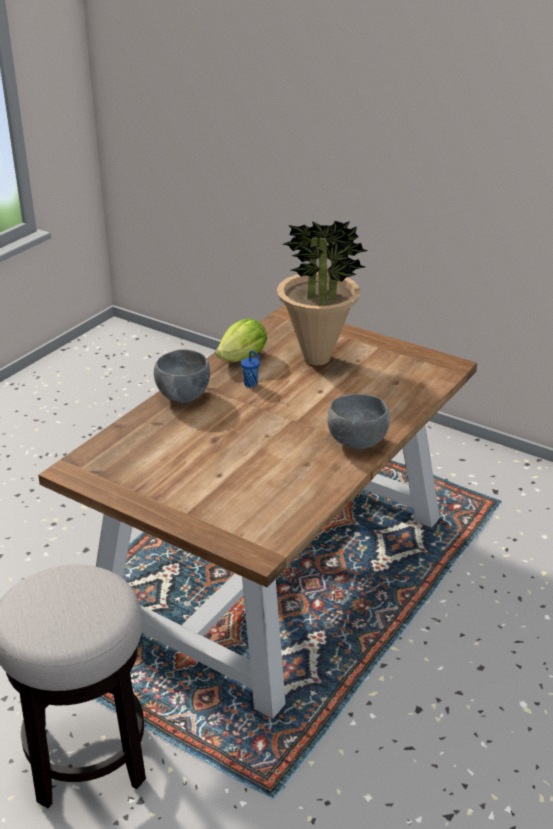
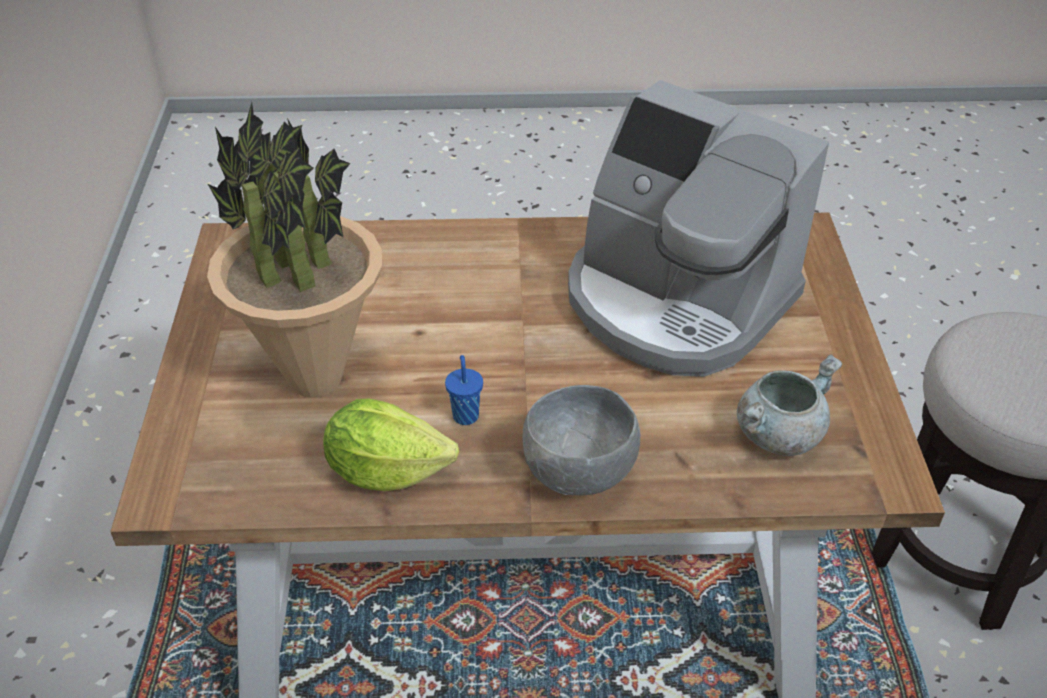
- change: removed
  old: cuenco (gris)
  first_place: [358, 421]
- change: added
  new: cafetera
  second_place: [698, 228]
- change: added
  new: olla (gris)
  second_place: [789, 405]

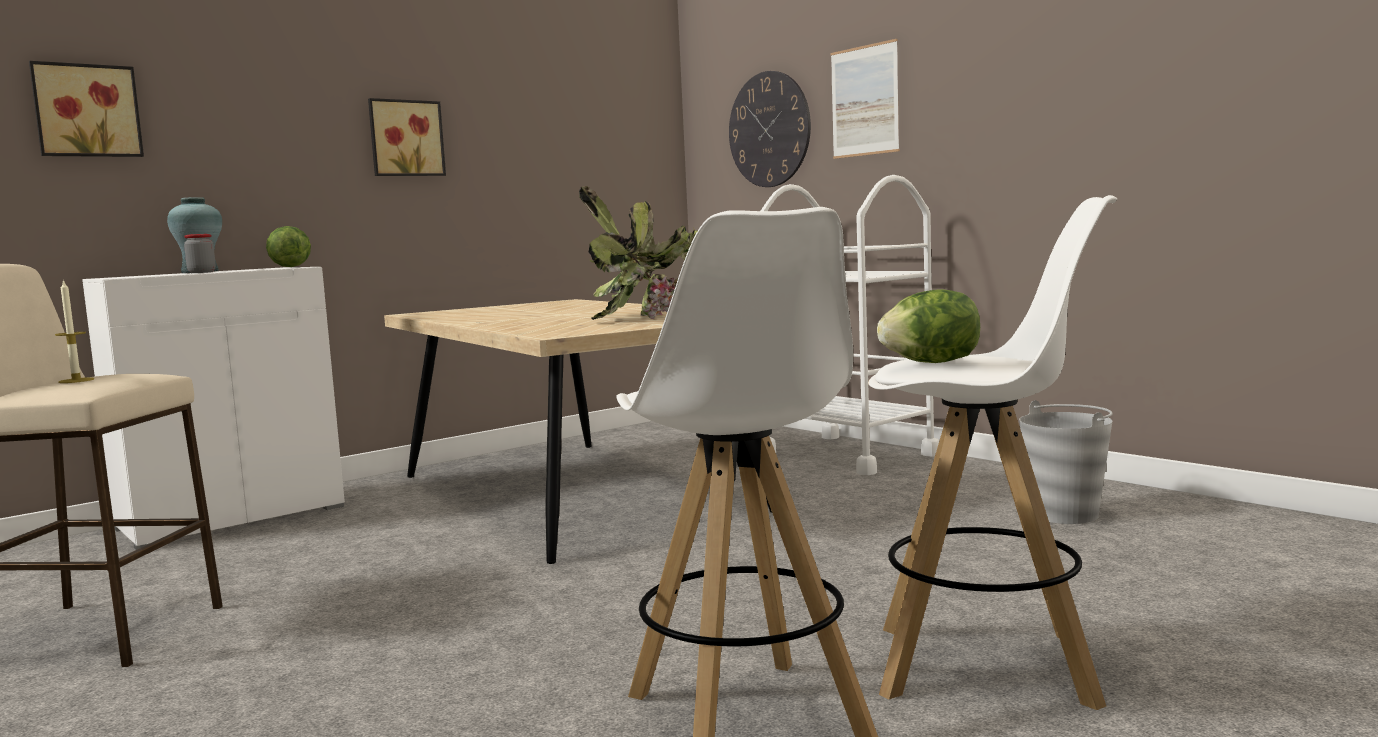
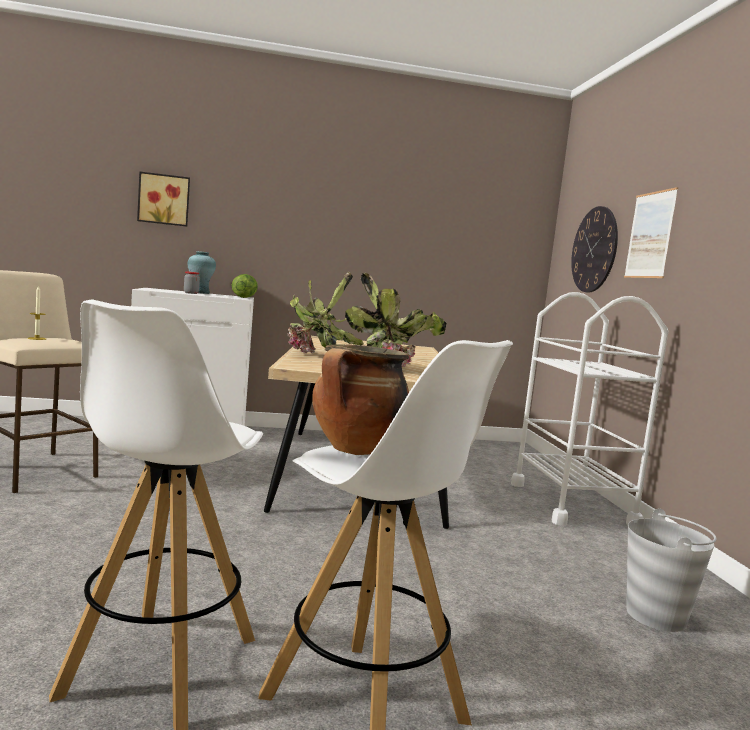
- change: removed
  old: cuadro
  first_place: [407, 137]
- change: replaced
  old: lechuga
  new: olla
  first_place: [928, 326]
  second_place: [361, 399]
- change: added
  new: planta en maceta
  second_place: [325, 312]

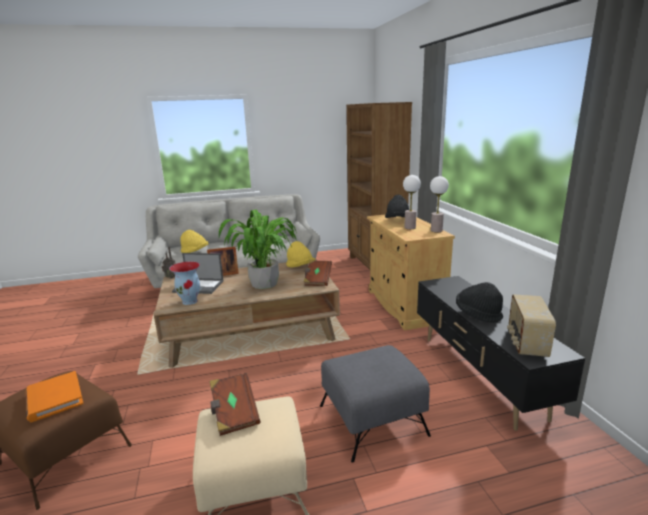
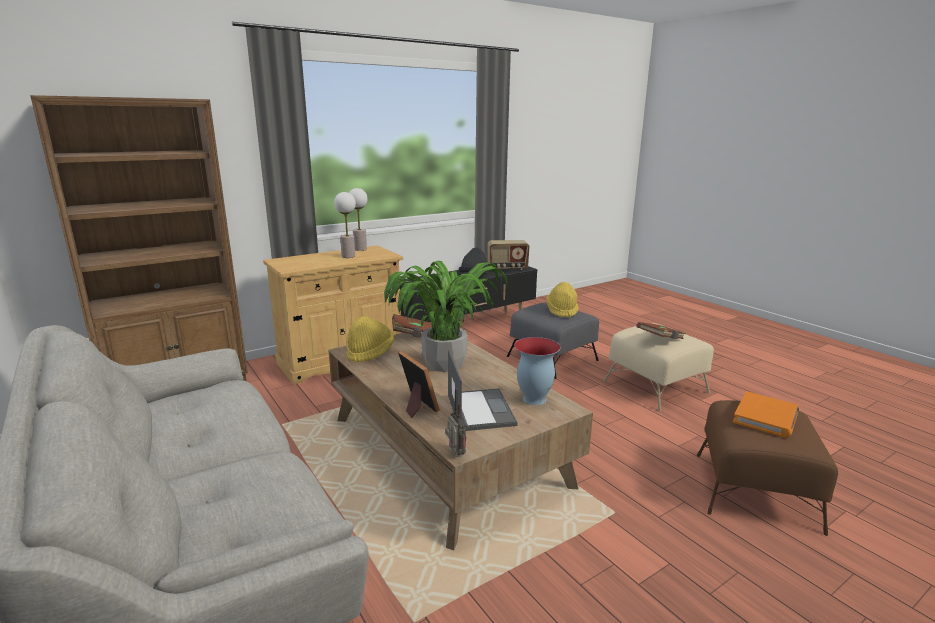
- change: removed
  old: sombrero (negro)
  first_place: [397, 206]
- change: moved
  old: sombrero (amarillo)
  first_place: [194, 241]
  second_place: [562, 299]

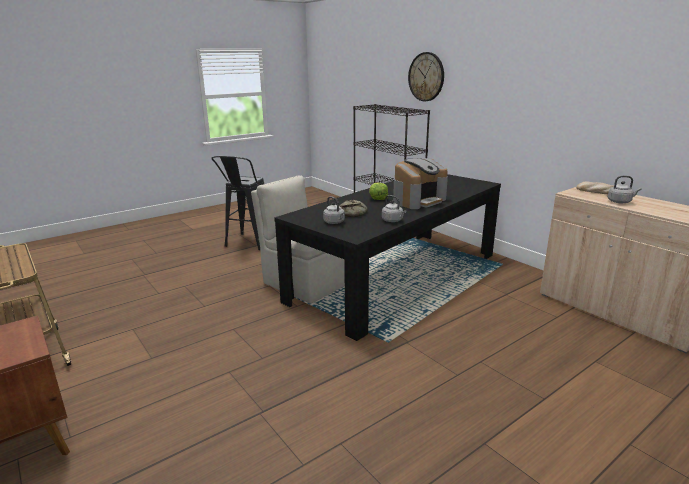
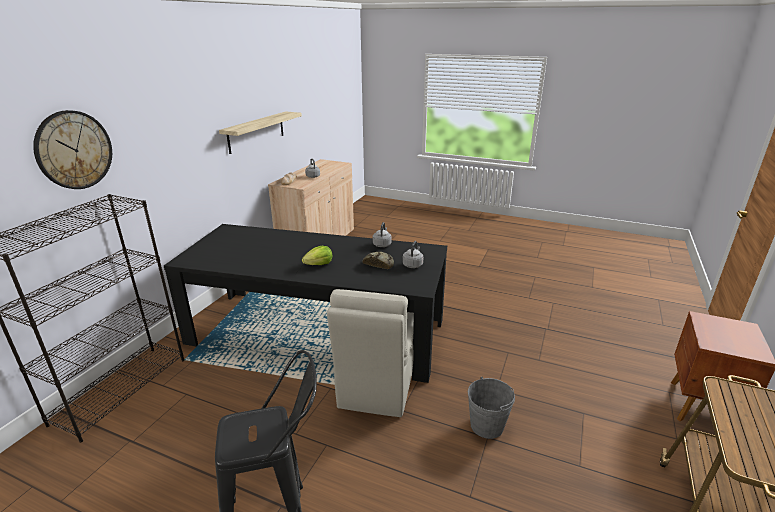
- change: removed
  old: cafetera
  first_place: [420, 183]
- change: added
  new: estante
  second_place: [260, 132]
- change: added
  new: cubo (gris)
  second_place: [491, 408]

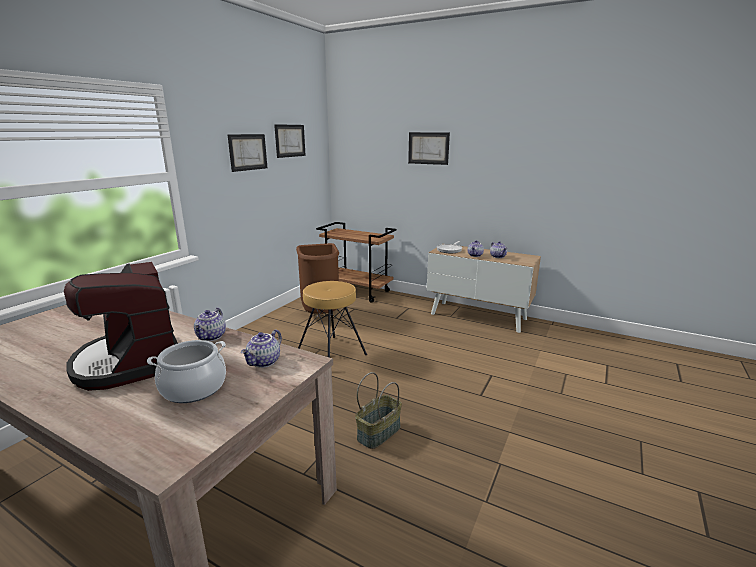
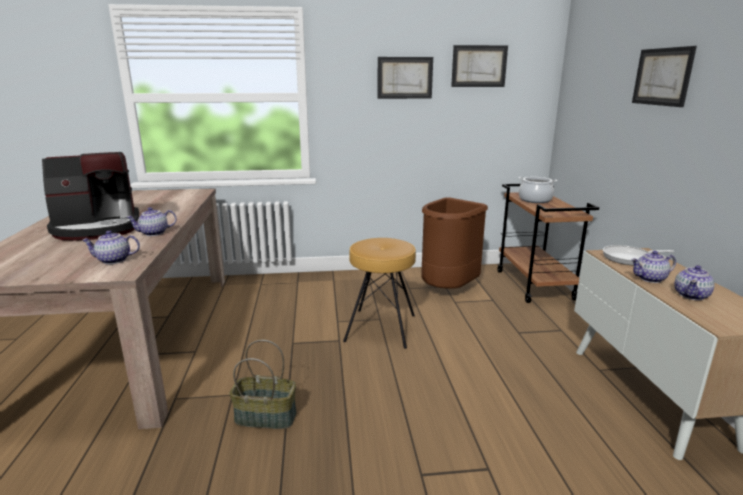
- change: turned
  old: cafetera
  first_place: [121, 326]
  second_place: [90, 196]
  degrees: -135
- change: moved
  old: olla
  first_place: [186, 371]
  second_place: [538, 190]

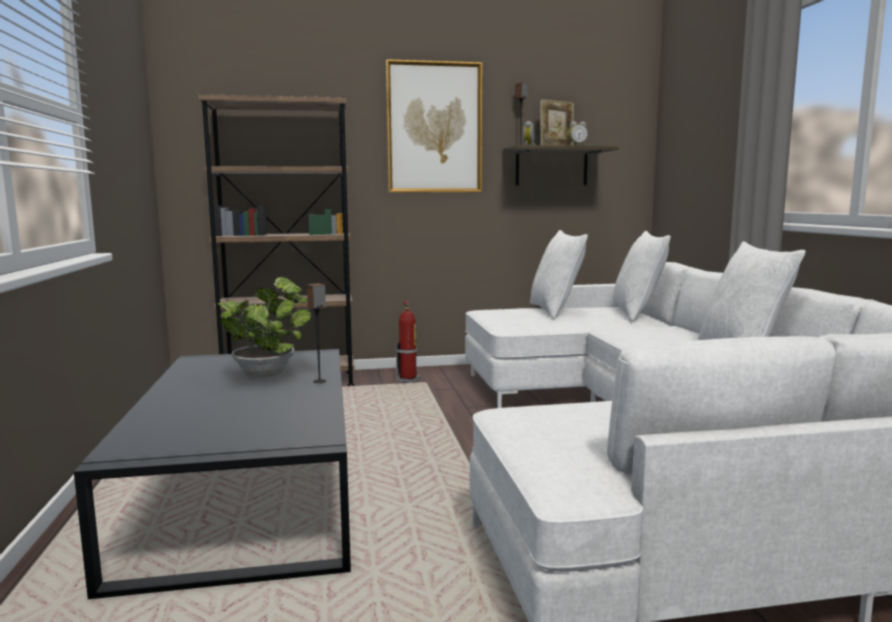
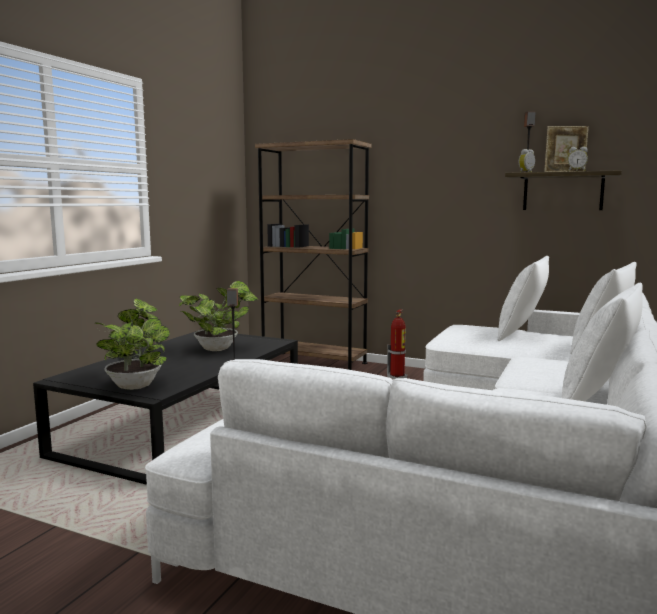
- change: removed
  old: cuadro
  first_place: [434, 126]
- change: added
  new: planta en maceta
  second_place: [132, 344]

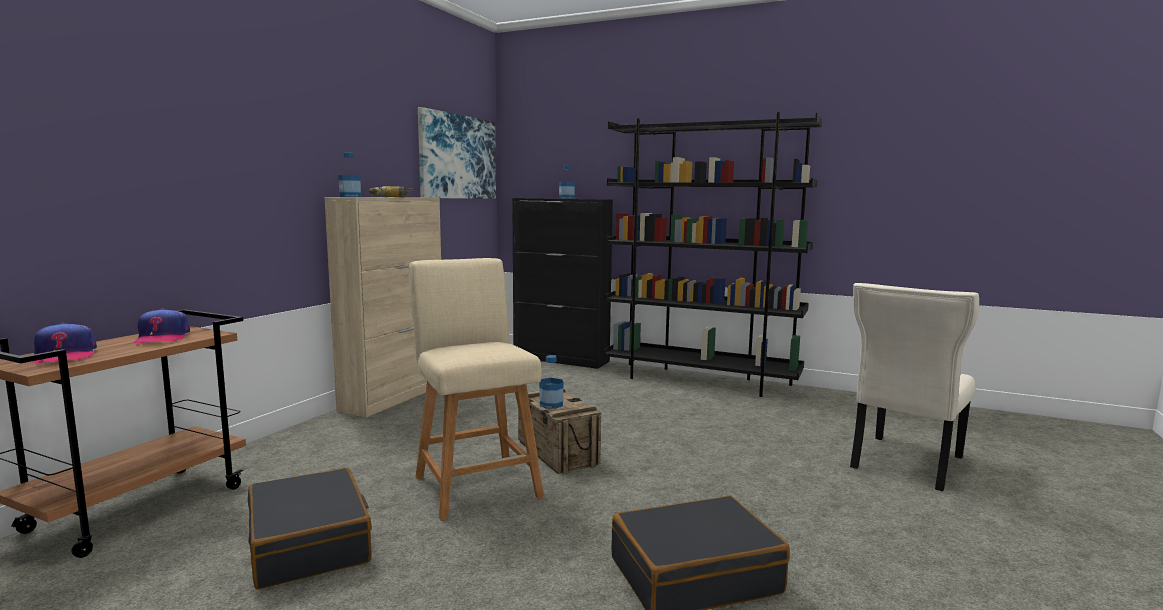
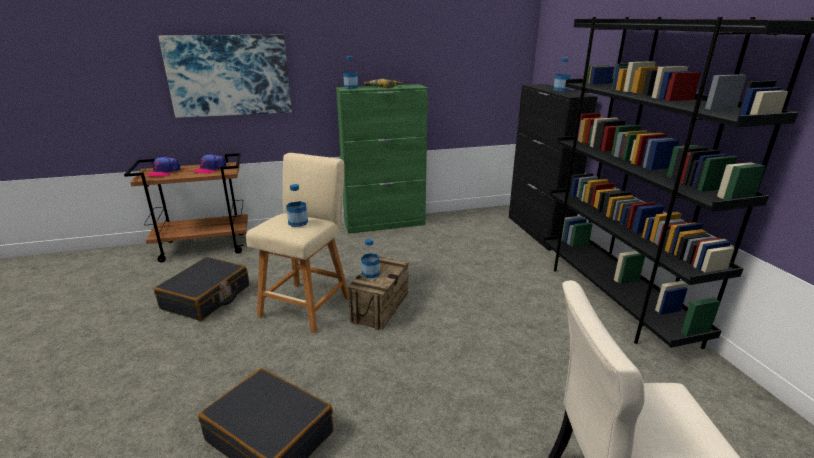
- change: moved
  old: cuadro
  first_place: [457, 152]
  second_place: [225, 76]
- change: recoloured
  old: armario (beis)
  new: armario (verde)
  first_place: [382, 307]
  second_place: [382, 159]
- change: added
  new: botella
  second_place: [297, 205]

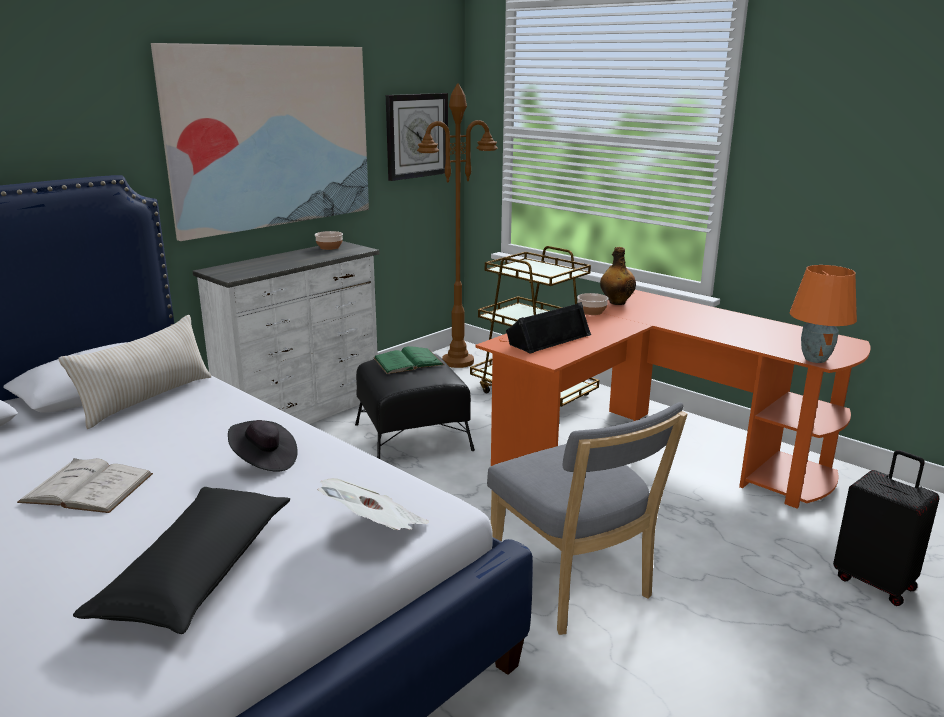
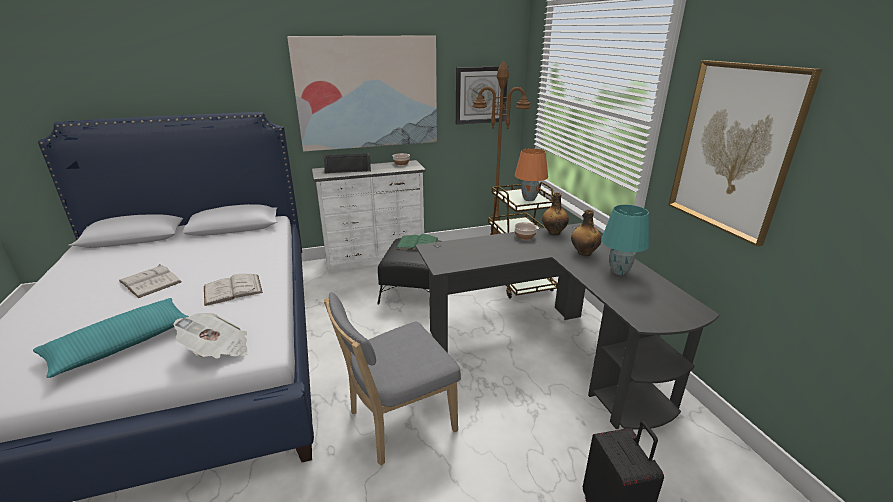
- change: moved
  old: lámpara de mesa (naranja)
  first_place: [823, 314]
  second_place: [531, 174]
- change: recoloured
  old: escritorio (naranja)
  new: escritorio (negro)
  first_place: [673, 399]
  second_place: [567, 326]
- change: moved
  old: altavoz (negro)
  first_place: [548, 328]
  second_place: [347, 163]
- change: removed
  old: cojín (beis)
  first_place: [134, 372]
- change: turned
  old: silla (gris)
  first_place: [587, 518]
  second_place: [392, 379]
  degrees: 60
- change: replaced
  old: sombrero (negro)
  new: libro (blanco)
  first_place: [263, 446]
  second_place: [233, 290]
- change: recoloured
  old: cojín (negro)
  new: cojín (turquesa)
  first_place: [182, 560]
  second_place: [111, 338]
- change: added
  new: cuadro
  second_place: [745, 153]
- change: added
  new: lámpara de mesa (turquesa)
  second_place: [625, 240]
- change: added
  new: botella
  second_place: [586, 232]

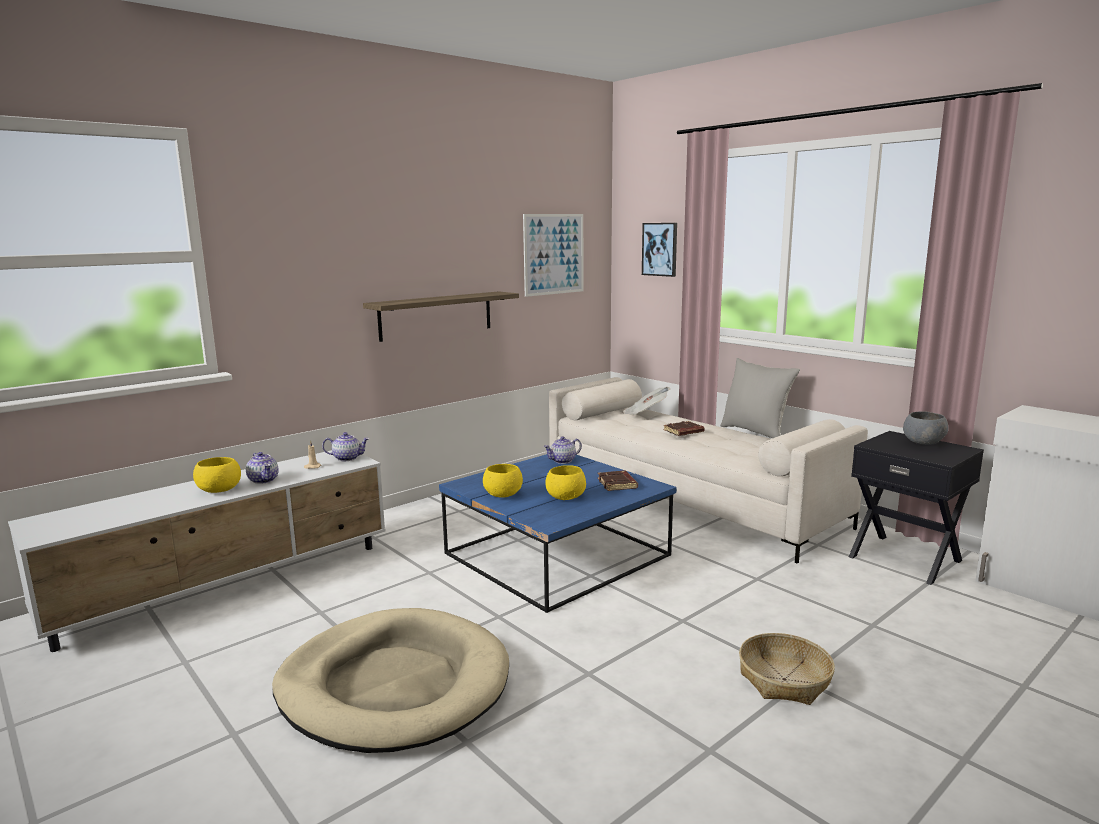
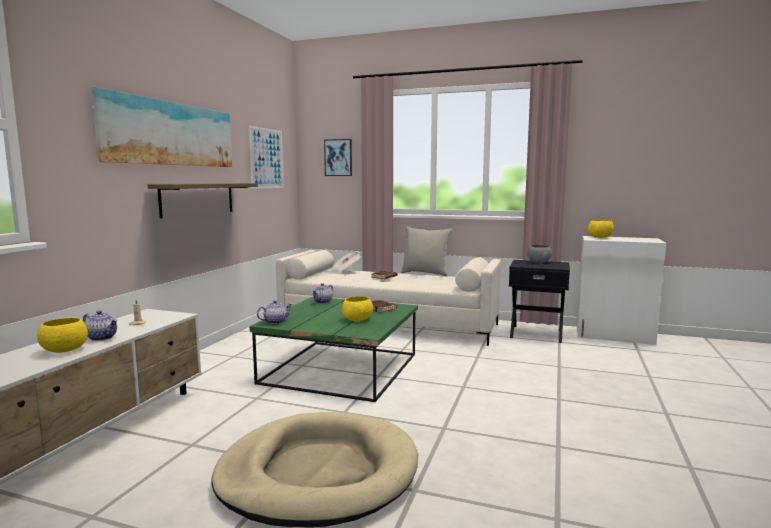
- change: moved
  old: tetera
  first_place: [345, 446]
  second_place: [274, 312]
- change: recoloured
  old: mesa de centro (azul)
  new: mesa de centro (verde)
  first_place: [557, 533]
  second_place: [333, 349]
- change: moved
  old: cuenco (amarillo)
  first_place: [503, 481]
  second_place: [601, 229]
- change: removed
  old: cesta
  first_place: [787, 669]
- change: added
  new: cuadro
  second_place: [162, 127]

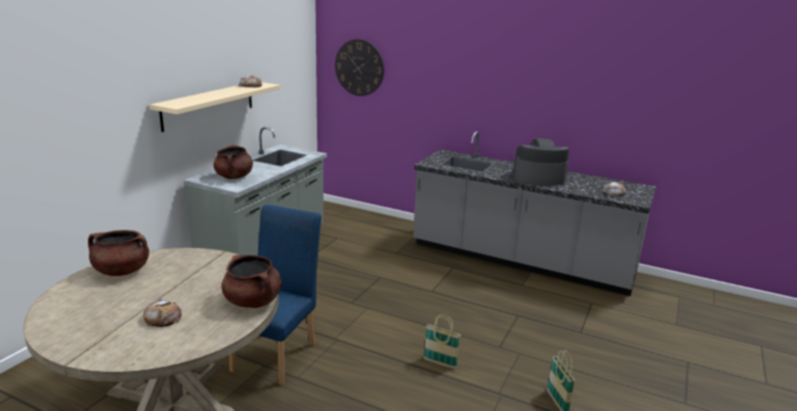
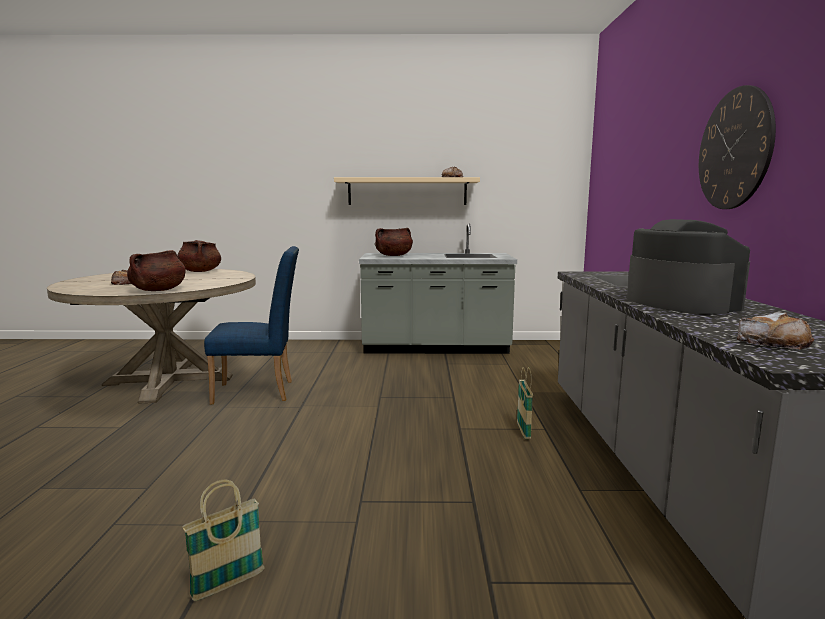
- change: moved
  old: reloj de pared
  first_place: [359, 67]
  second_place: [737, 147]
- change: moved
  old: cesta
  first_place: [442, 341]
  second_place: [525, 403]

